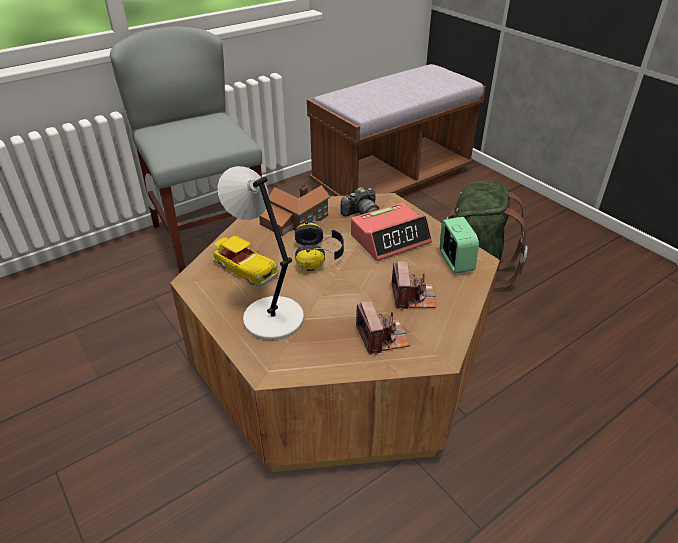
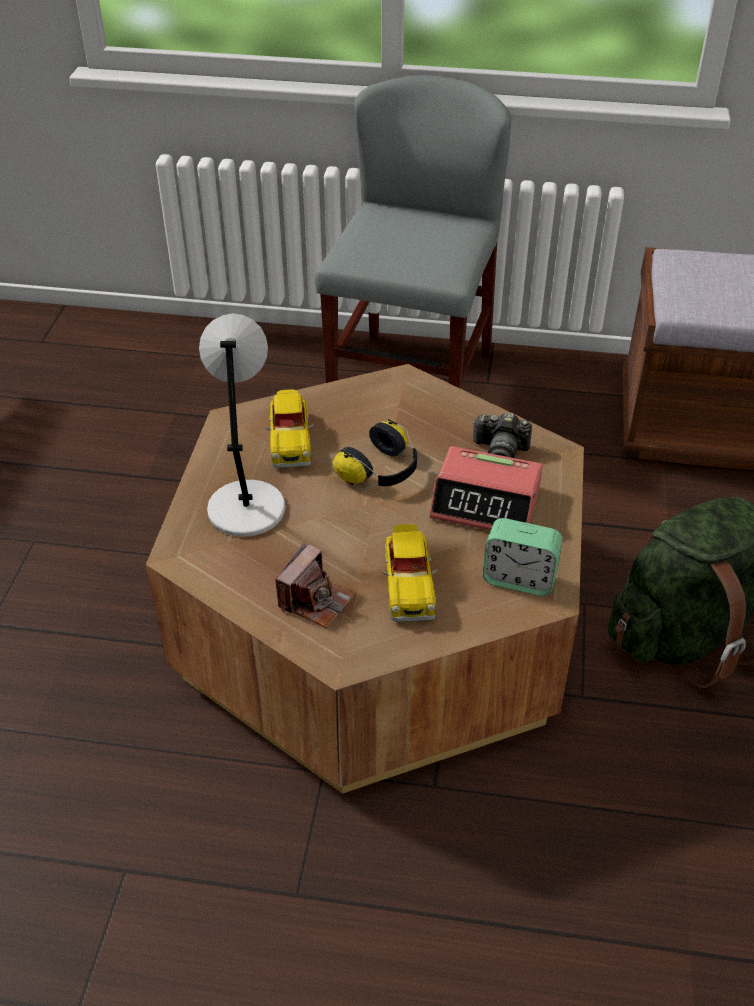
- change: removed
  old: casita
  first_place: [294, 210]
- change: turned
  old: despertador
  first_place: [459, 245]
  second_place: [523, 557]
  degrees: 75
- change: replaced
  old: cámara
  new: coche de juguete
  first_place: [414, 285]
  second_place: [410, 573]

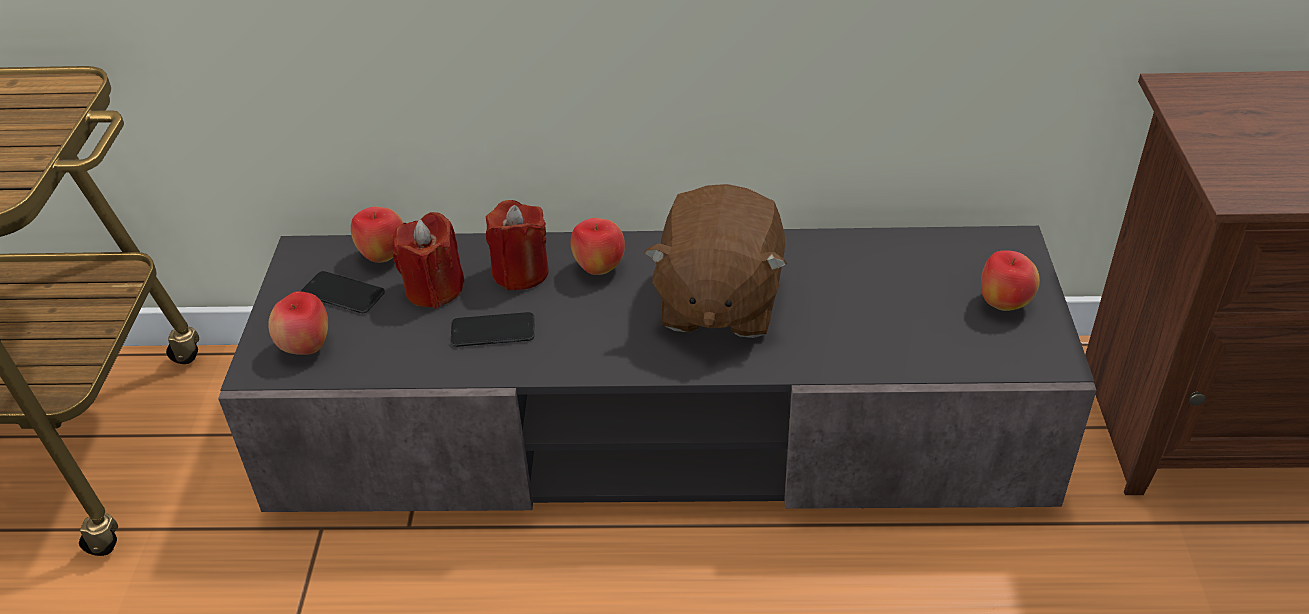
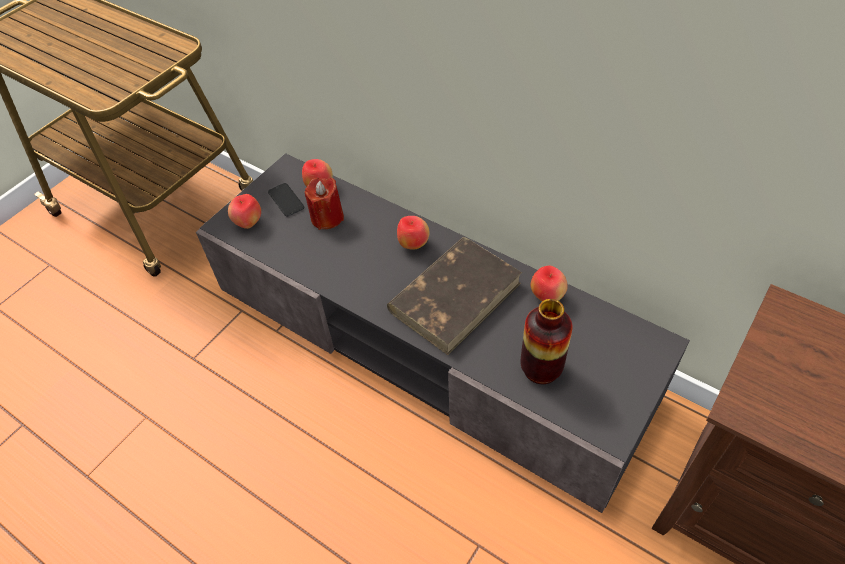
- change: replaced
  old: peluche (marrón)
  new: libro (marrón)
  first_place: [715, 261]
  second_place: [454, 296]
- change: removed
  old: vela (rojo)
  first_place: [517, 245]
- change: moved
  old: manzana
  first_place: [1010, 280]
  second_place: [549, 283]
- change: removed
  old: móvil
  first_place: [493, 329]
- change: added
  new: florero
  second_place: [547, 341]

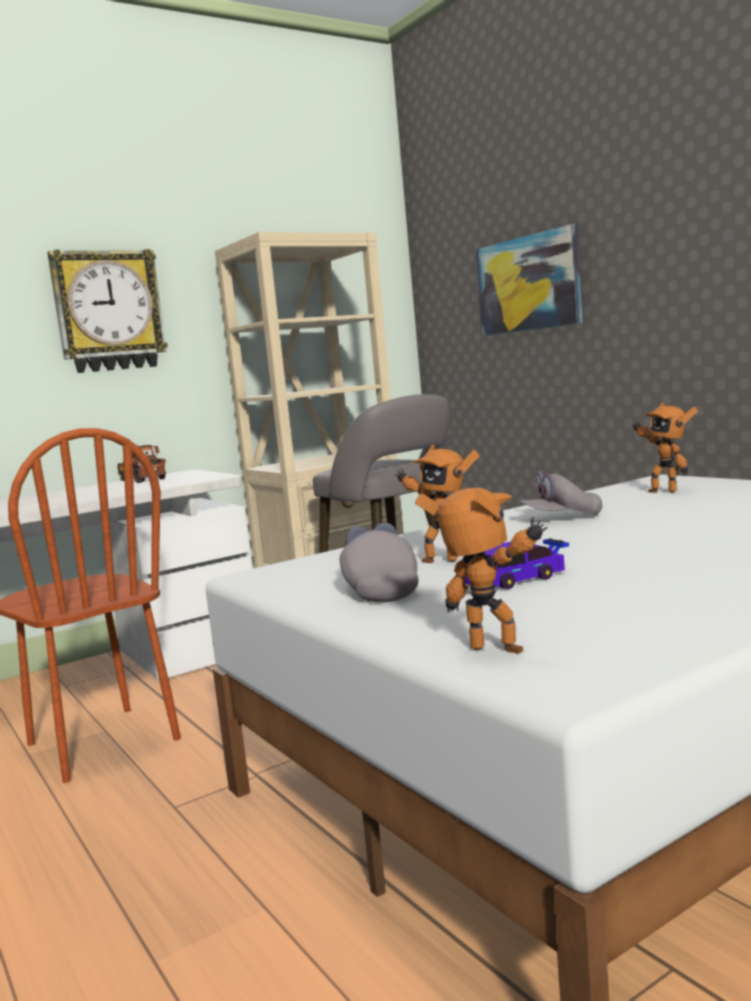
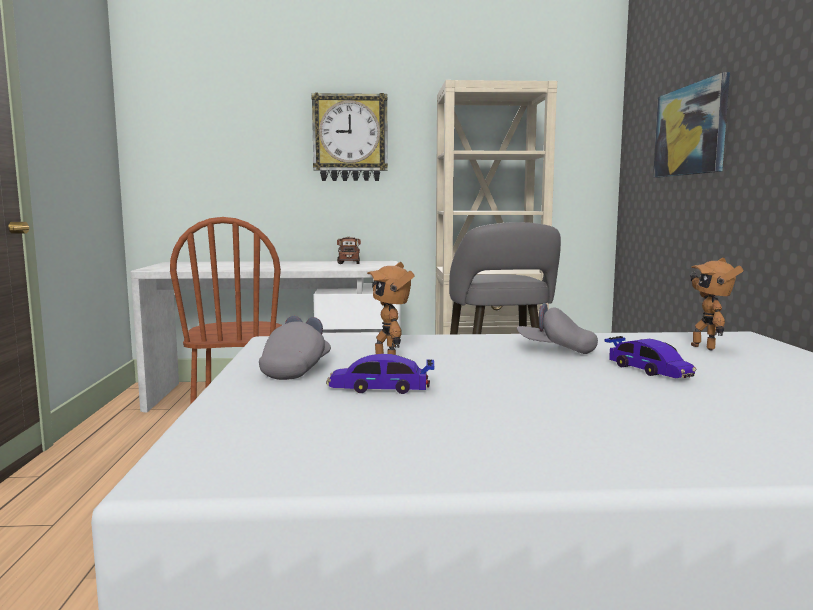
- change: removed
  old: robot de juguete
  first_place: [481, 571]
- change: added
  new: coche de juguete
  second_place: [650, 357]

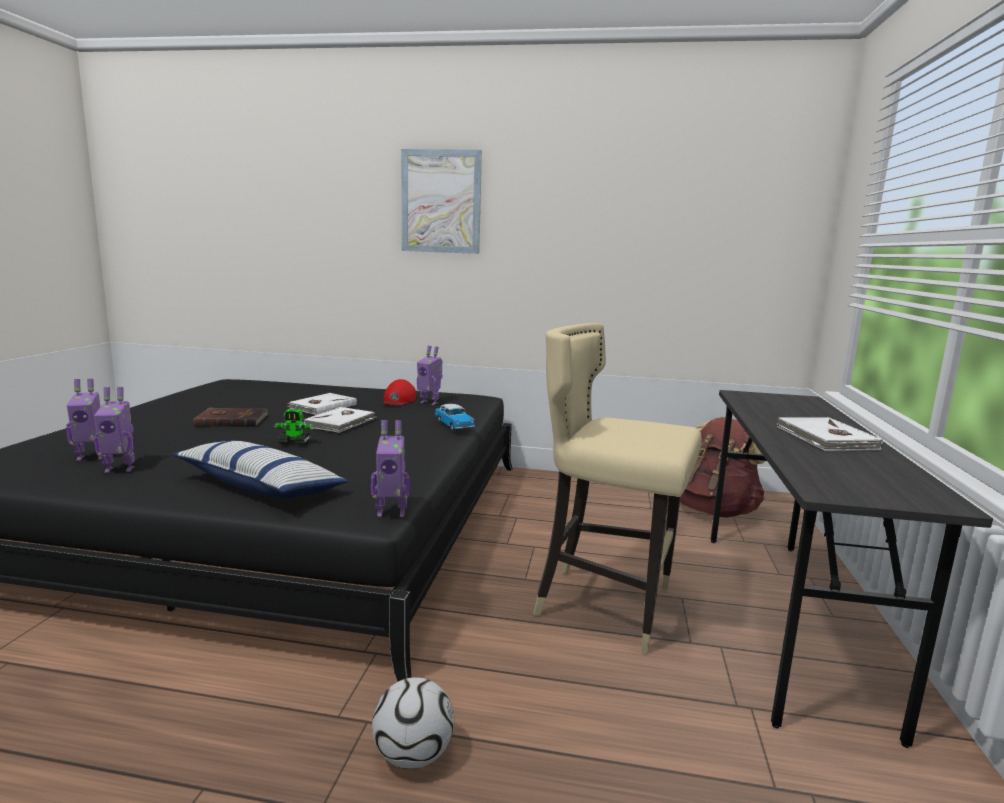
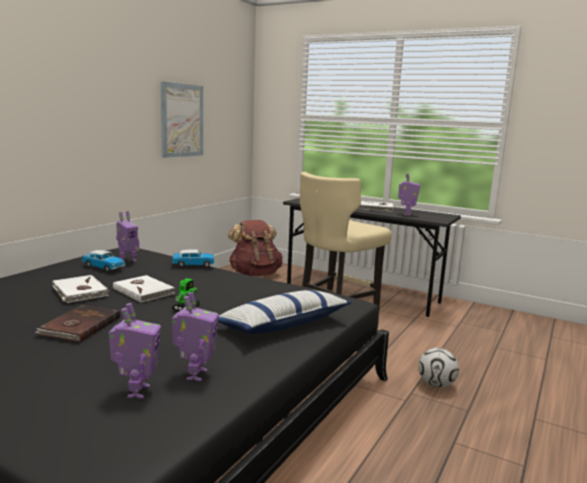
- change: moved
  old: cuadro
  first_place: [441, 201]
  second_place: [182, 119]
- change: replaced
  old: gorra (rojo)
  new: coche de juguete
  first_place: [399, 392]
  second_place: [103, 261]
- change: moved
  old: robot de juguete
  first_place: [390, 468]
  second_place: [409, 194]

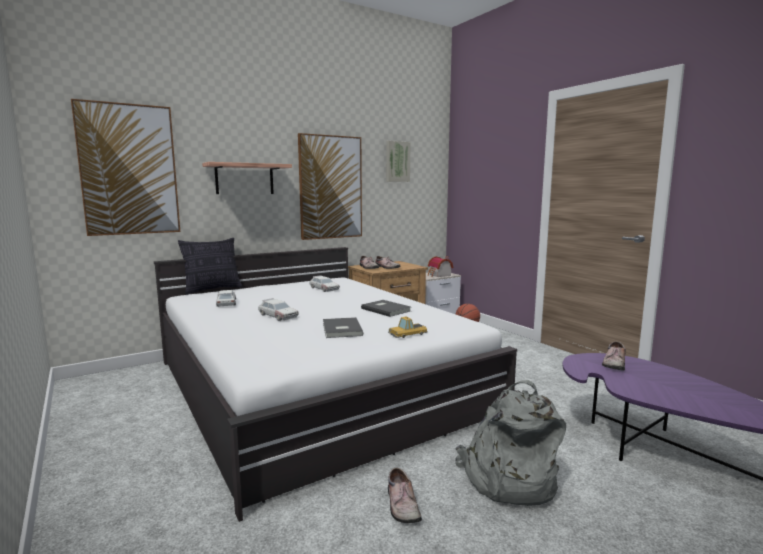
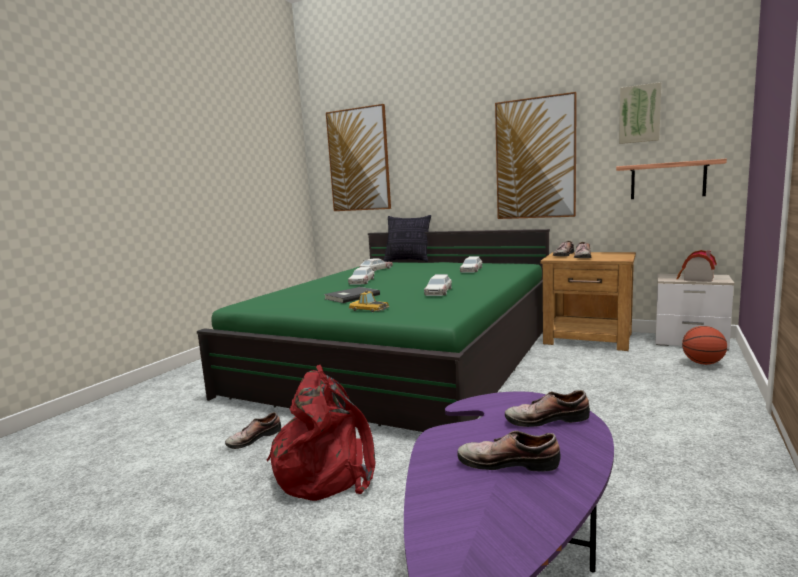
- change: moved
  old: estante
  first_place: [247, 178]
  second_place: [671, 179]
- change: recoloured
  old: cama (blanco)
  new: cama (verde)
  first_place: [335, 384]
  second_place: [373, 330]
- change: replaced
  old: libro (gris)
  new: coche de juguete
  first_place: [385, 308]
  second_place: [438, 285]
- change: recoloured
  old: mochila (gris)
  new: mochila (rojo)
  first_place: [510, 443]
  second_place: [320, 433]
- change: added
  new: zapato
  second_place: [509, 451]

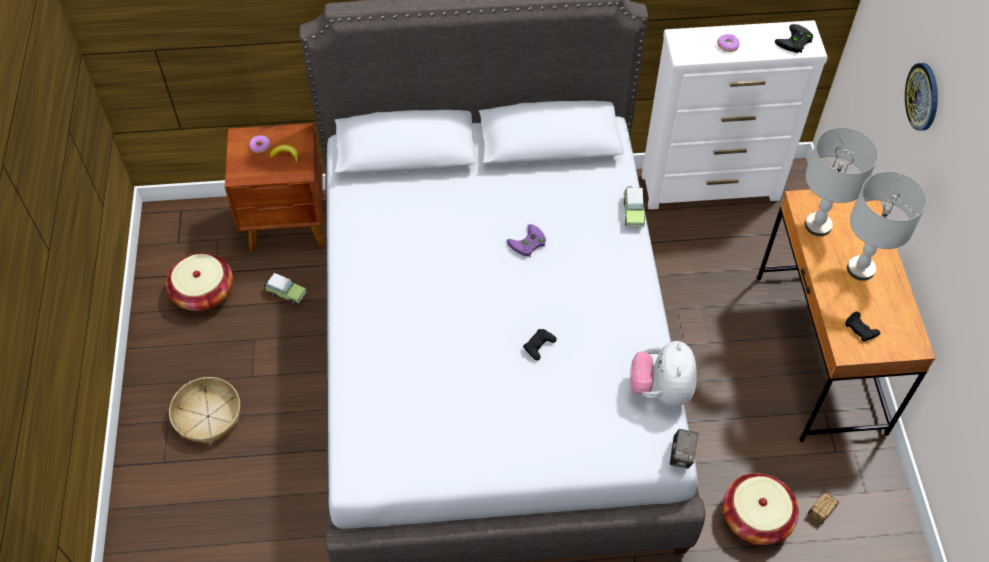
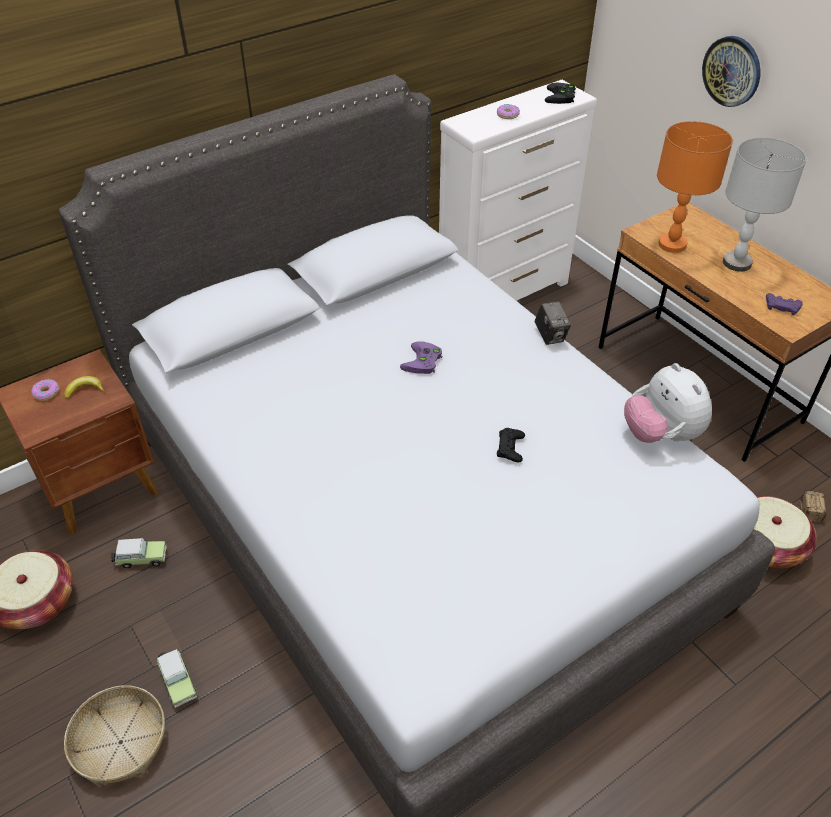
- change: recoloured
  old: lámpara de mesa (gris)
  new: lámpara de mesa (naranja)
  first_place: [841, 181]
  second_place: [695, 187]
- change: moved
  old: coche de juguete
  first_place: [634, 206]
  second_place: [177, 678]
- change: recoloured
  old: mando de consola (negro)
  new: mando de consola (morado)
  first_place: [862, 327]
  second_place: [784, 304]
- change: moved
  old: cámara
  first_place: [684, 449]
  second_place: [553, 323]

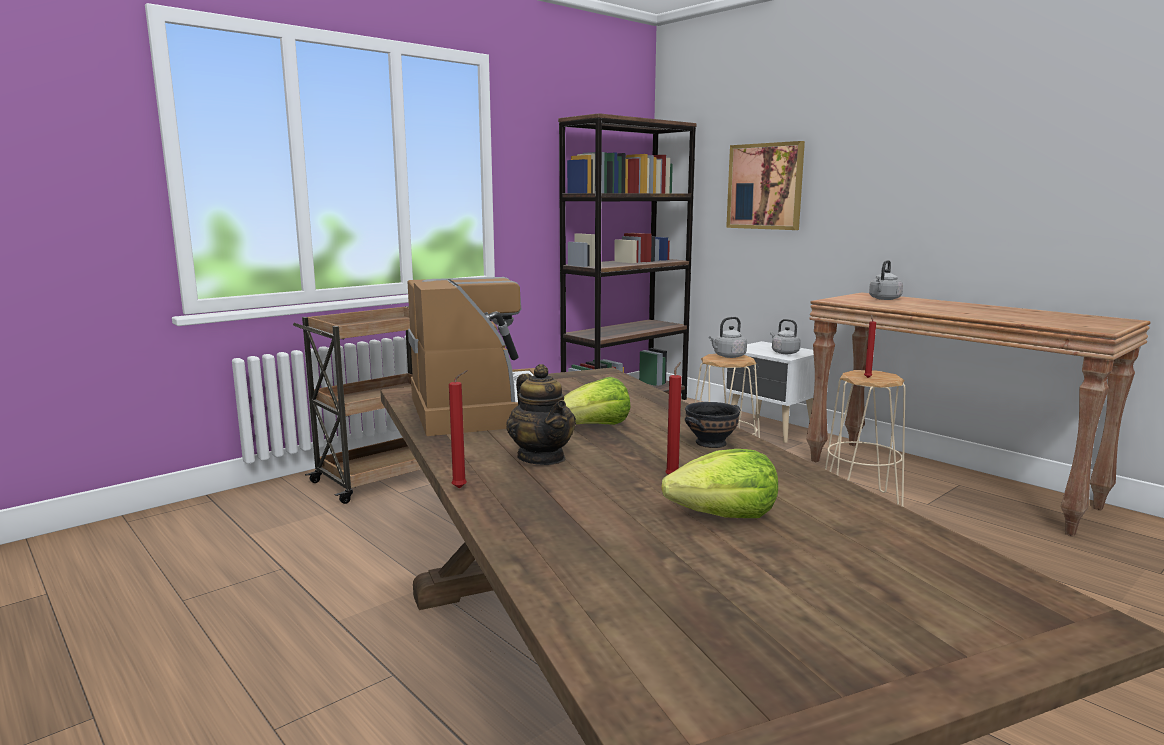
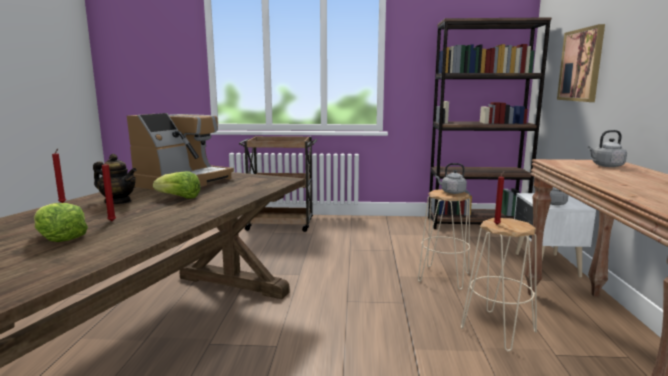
- change: turned
  old: tetera
  first_place: [541, 414]
  second_place: [115, 179]
  degrees: -90
- change: removed
  old: cuenco (negro)
  first_place: [712, 425]

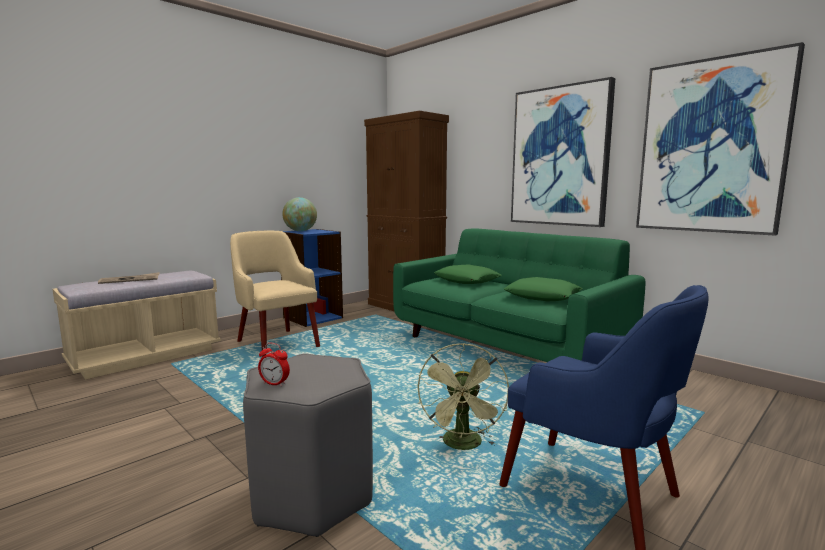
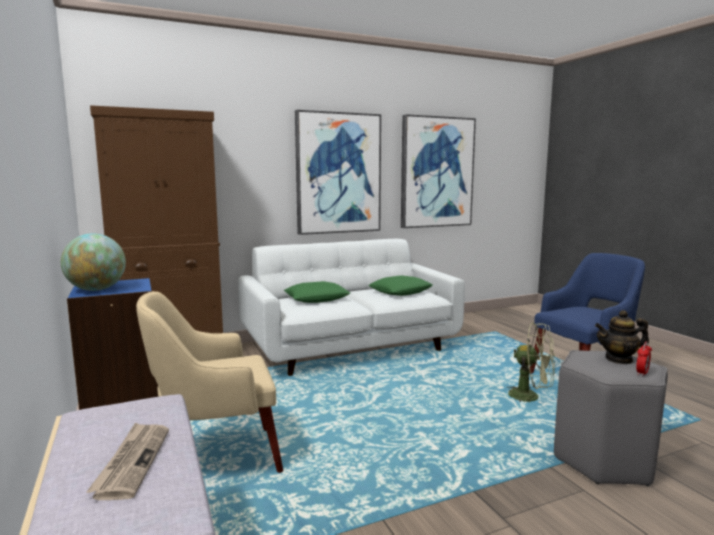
- change: recoloured
  old: sofá (verde)
  new: sofá (blanco)
  first_place: [519, 295]
  second_place: [351, 307]
- change: added
  new: tetera
  second_place: [622, 337]

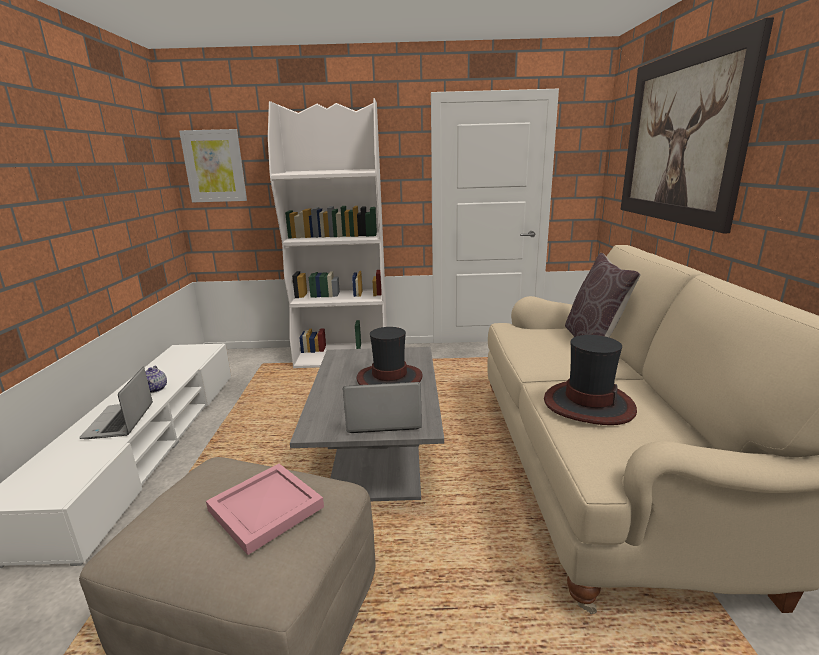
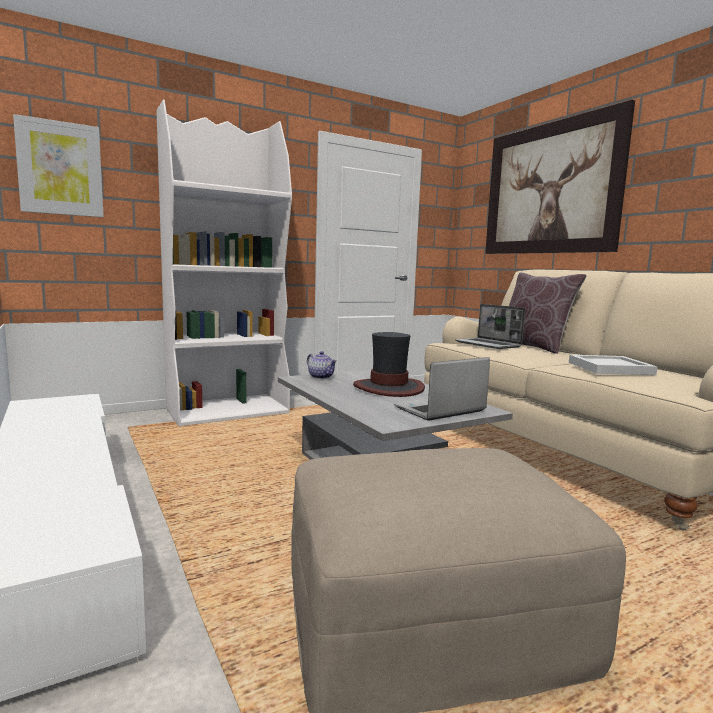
- change: replaced
  old: sombrero
  new: bandeja (blanco)
  first_place: [590, 380]
  second_place: [613, 365]
- change: moved
  old: portátil
  first_place: [116, 402]
  second_place: [490, 326]
- change: moved
  old: tetera
  first_place: [156, 379]
  second_place: [322, 365]
- change: removed
  old: bandeja (rosa)
  first_place: [265, 509]

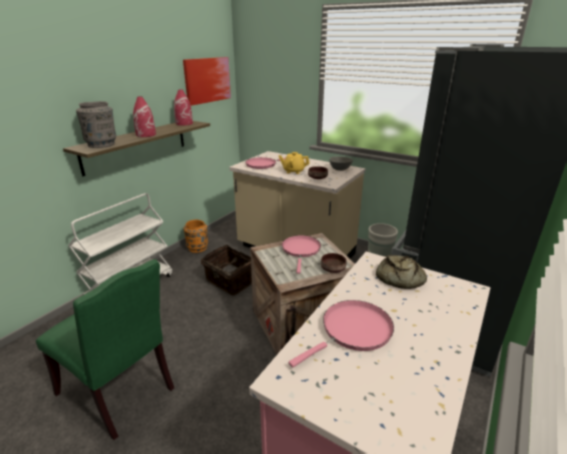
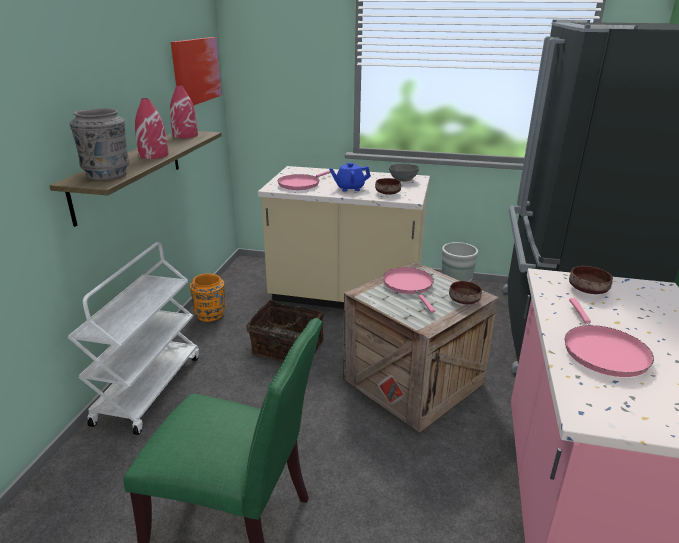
- change: recoloured
  old: tetera (amarillo)
  new: tetera (azul)
  first_place: [294, 163]
  second_place: [350, 177]
- change: replaced
  old: pan
  new: cuenco (marrón)
  first_place: [401, 272]
  second_place: [591, 280]
- change: turned
  old: sartén (rosa)
  first_place: [341, 334]
  second_place: [609, 337]
  degrees: 150

